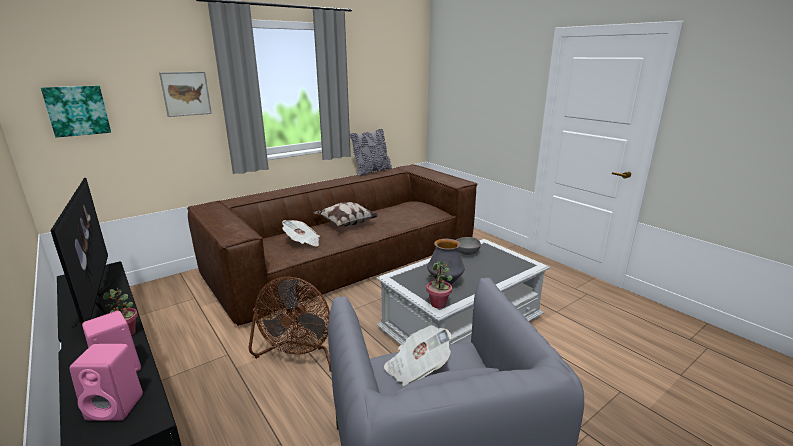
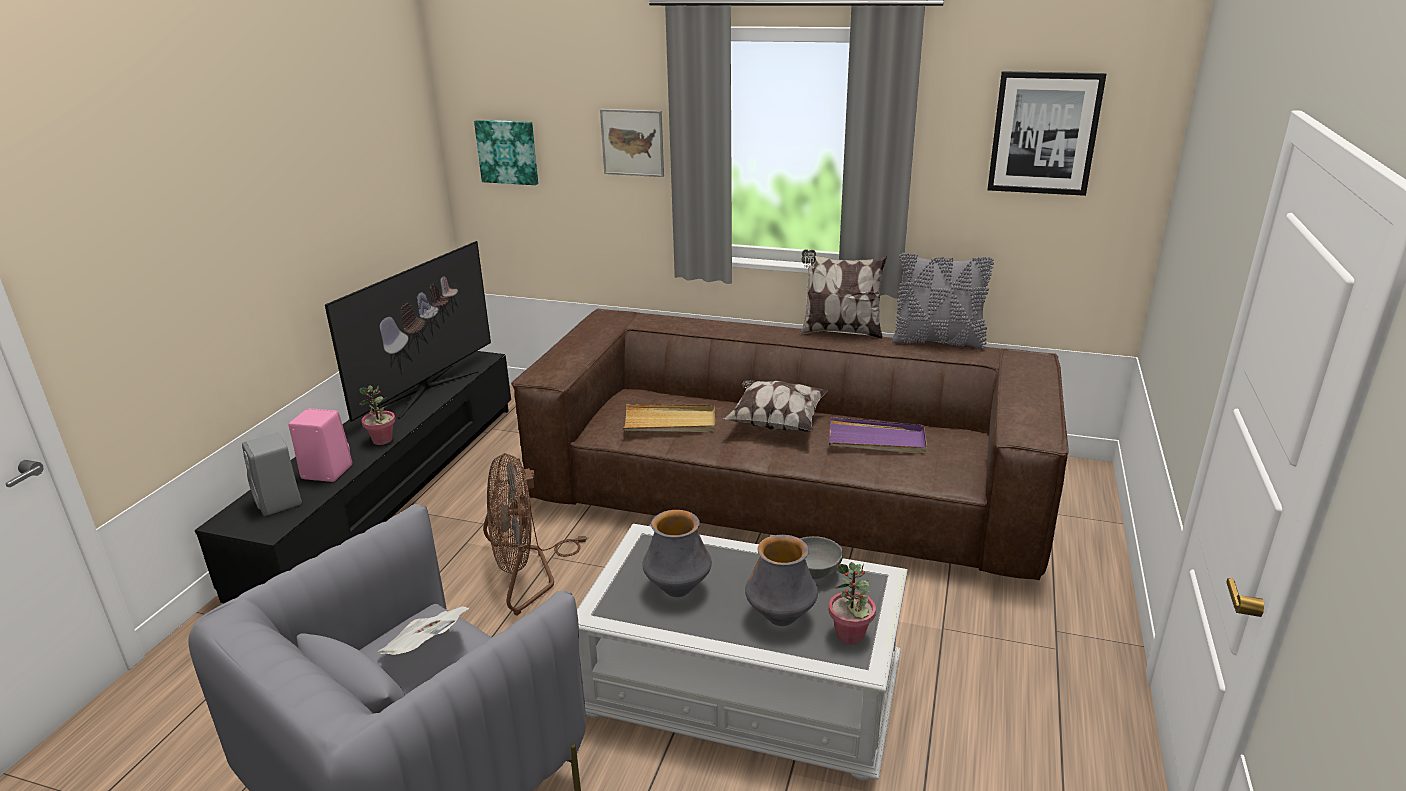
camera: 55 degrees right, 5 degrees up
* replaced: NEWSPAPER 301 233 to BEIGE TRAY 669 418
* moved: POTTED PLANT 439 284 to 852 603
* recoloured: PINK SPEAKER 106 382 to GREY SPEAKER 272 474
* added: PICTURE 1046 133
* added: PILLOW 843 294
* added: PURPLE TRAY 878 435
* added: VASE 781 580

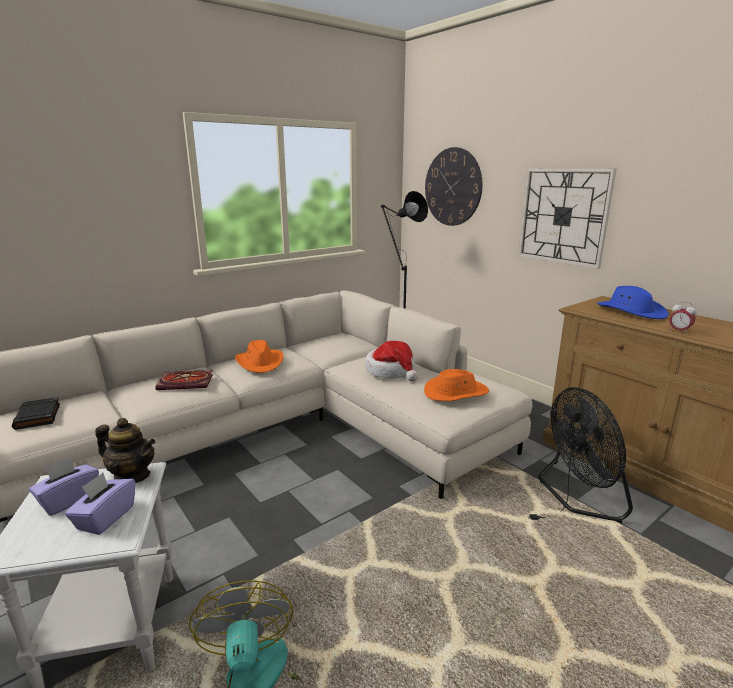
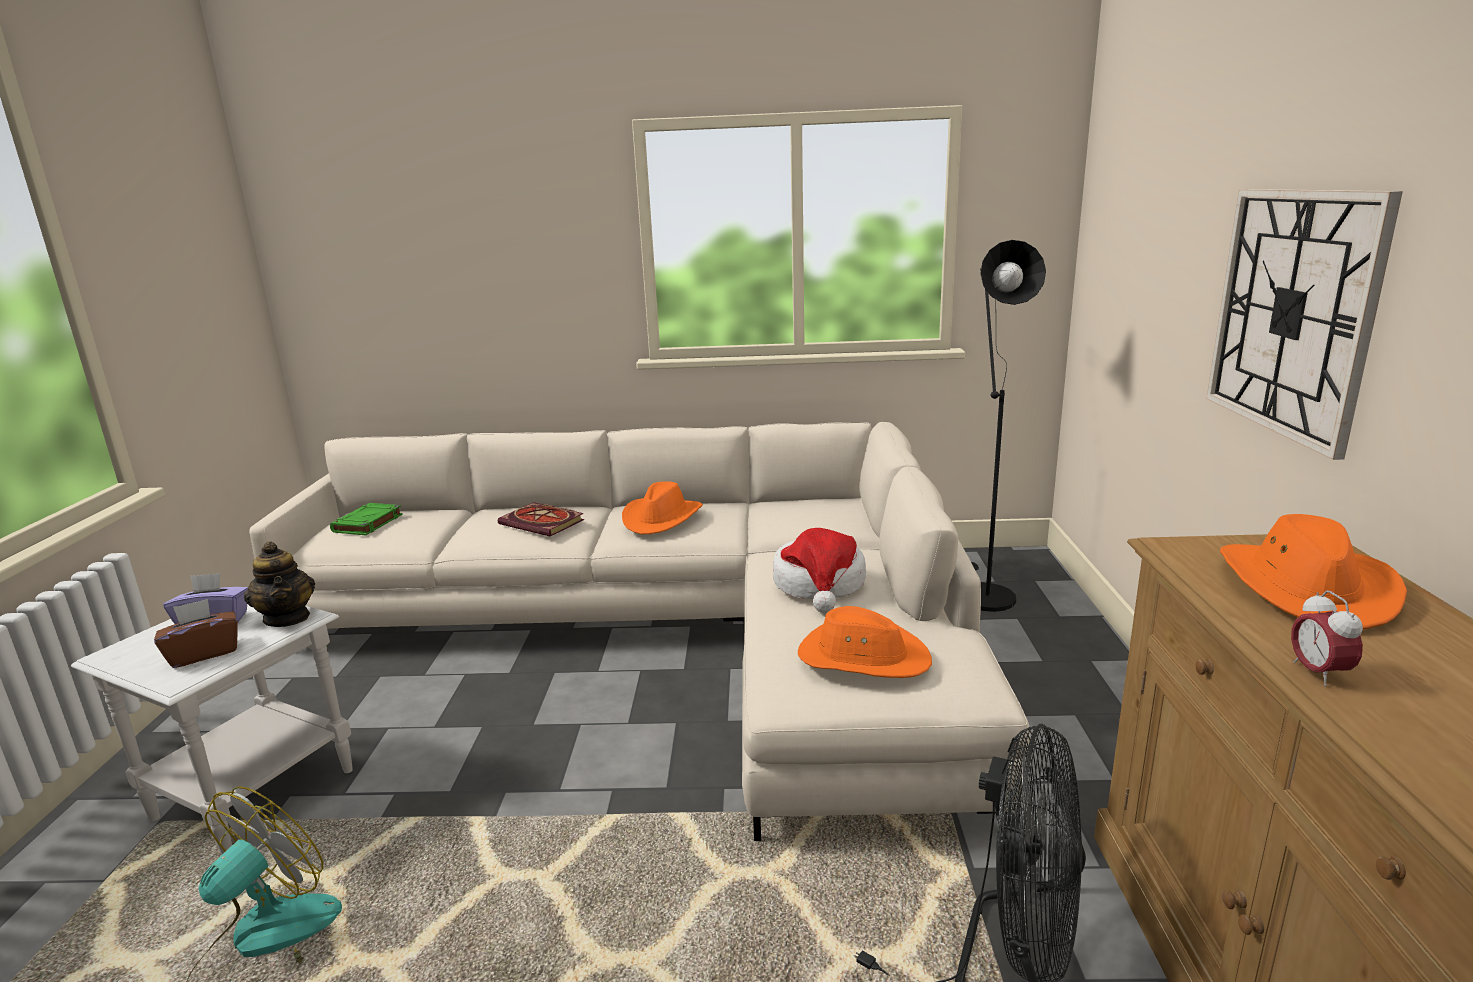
camera: 40 degrees right, 0 degrees up
* removed: WALL CLOCK 453 186
* recoloured: BLUE HAT 633 302 to ORANGE HAT 1313 571
* recoloured: BLACK BOOK 36 413 to GREEN BOOK 366 519
* recoloured: PURPLE TISSUE BOX 100 504 to BROWN TISSUE BOX 196 633

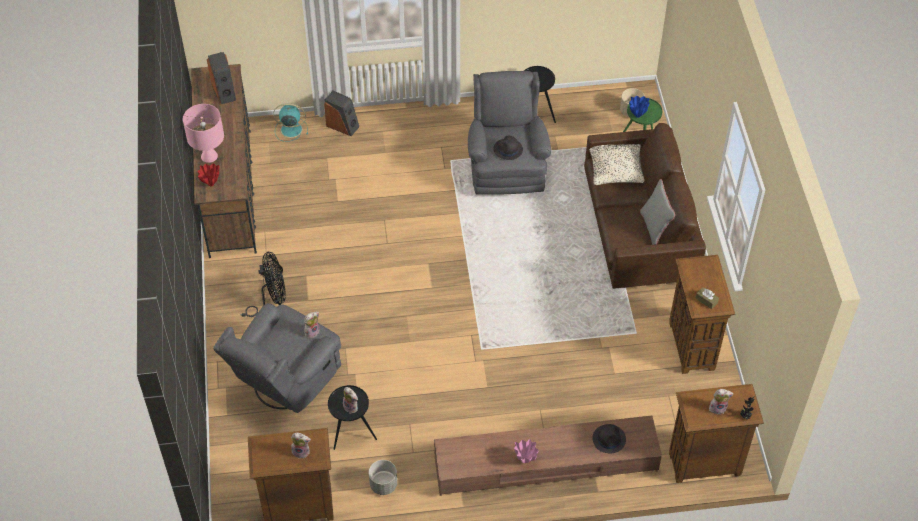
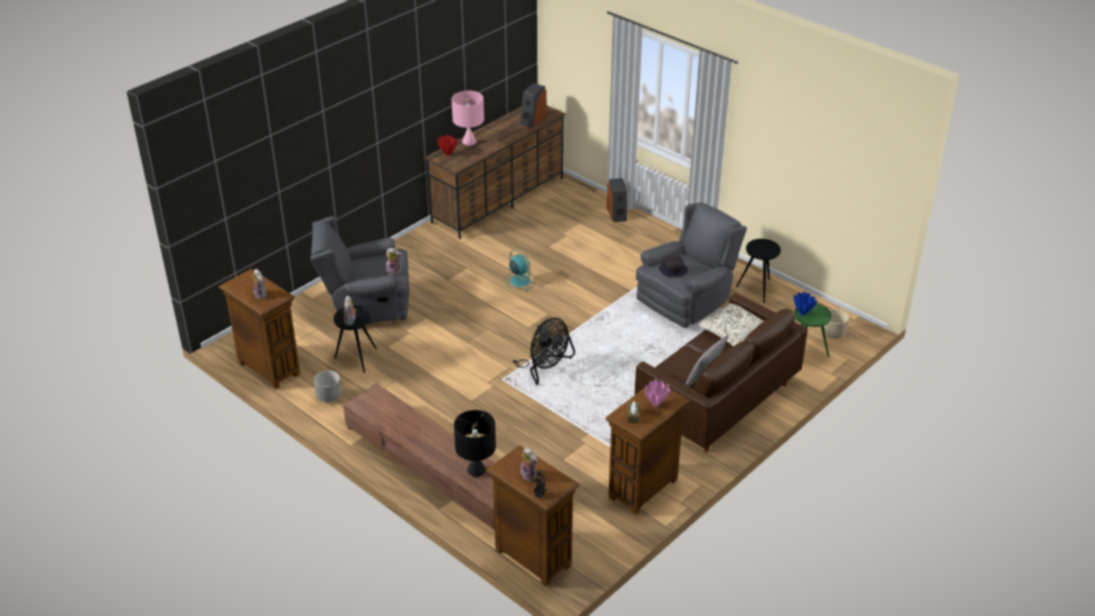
camera: 50 degrees right, 15 degrees down
* moved: TURQUOISE FAN 290 122 to 519 270
* moved: BLACK FAN 264 284 to 544 351
* replaced: BLACK HAT 609 438 to BLACK TABLE LAMP 475 443
* moved: PINK VASE 526 451 to 657 393

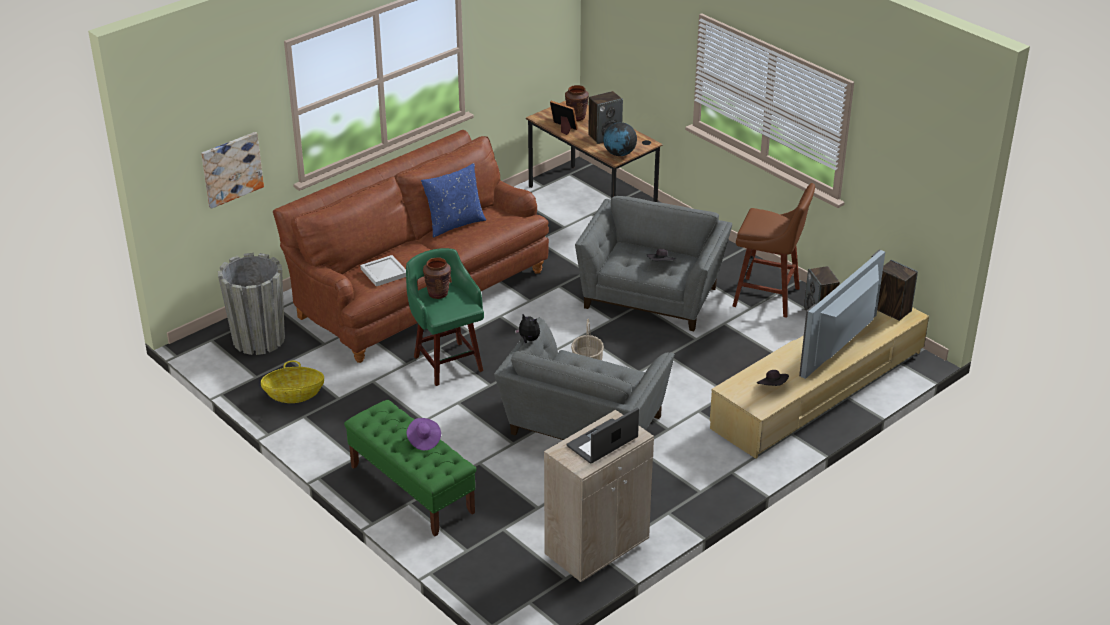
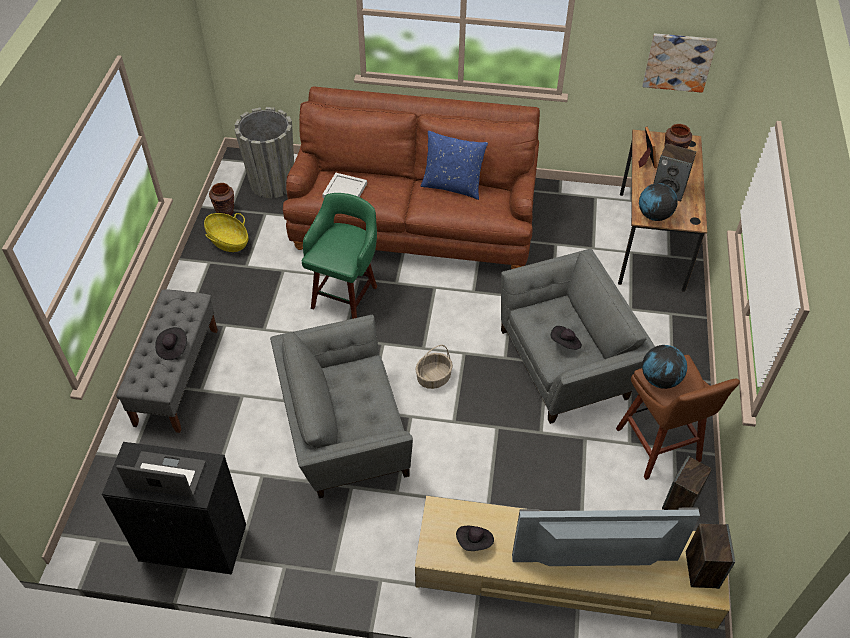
camera: 50 degrees right, 15 degrees up
* moved: PICTURE 232 170 to 680 63
* moved: BROWN VASE 437 278 to 221 199
* removed: PLUSH TOY 527 328
* recoloured: GREEN BENCH 410 468 to GREY BENCH 167 361
* recoloured: BEIGE CABINET 599 496 to BLACK CABINET 174 508
* recoloured: PURPLE HAT 424 434 to BLACK HAT 171 343
* added: GLOBE 664 367

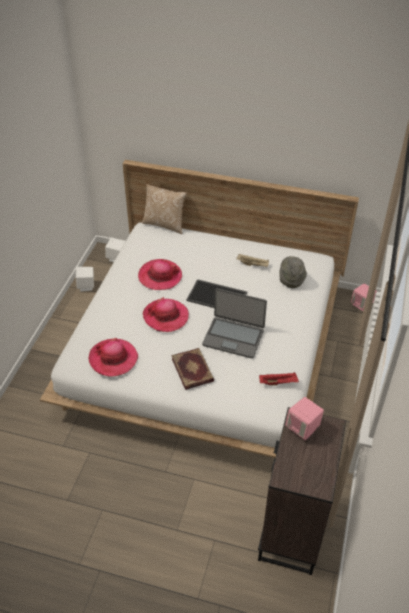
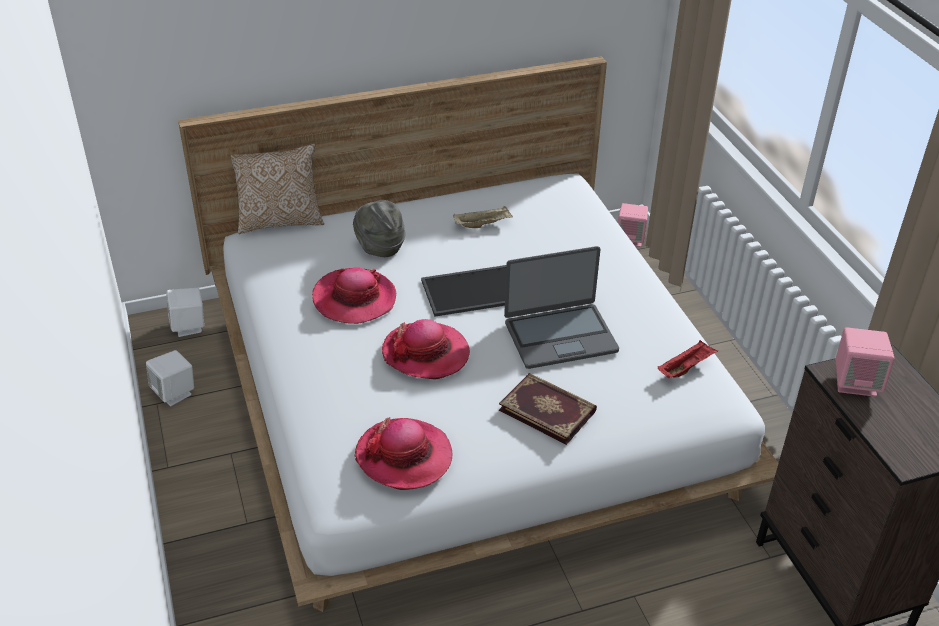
camera: 35 degrees left, 5 degrees down
* moved: GREY HAT 293 272 to 379 228

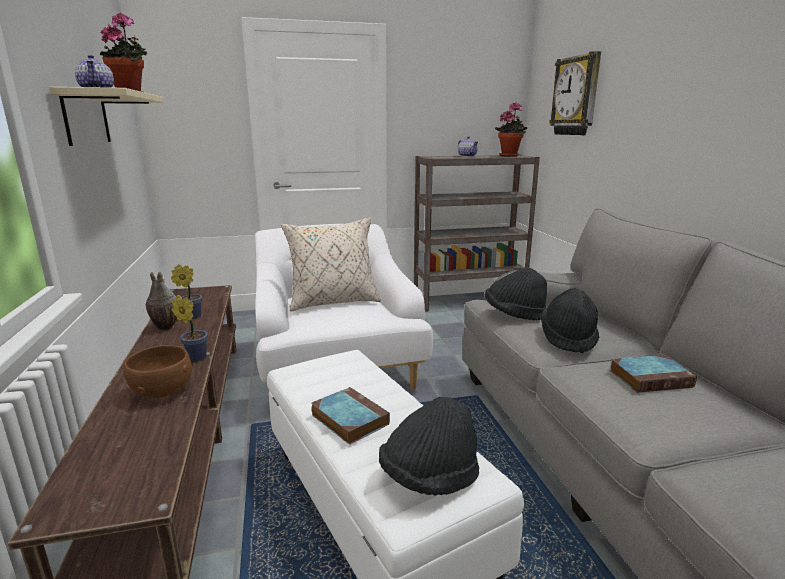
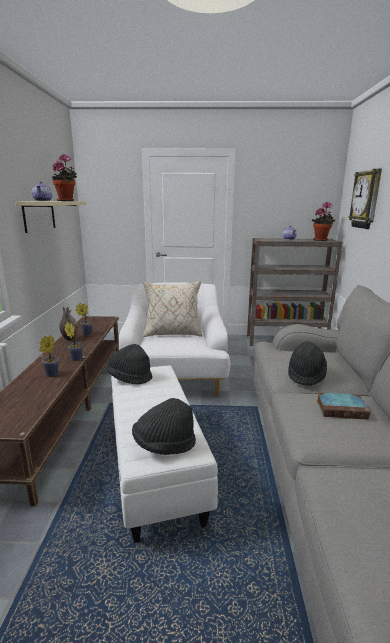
camera: 15 degrees right, 0 degrees up
* moved: BLACK HAT 516 293 to 129 364
* replaced: BROWN BOWL 157 371 to POTTED PLANT 49 356
* removed: BOOK 350 416

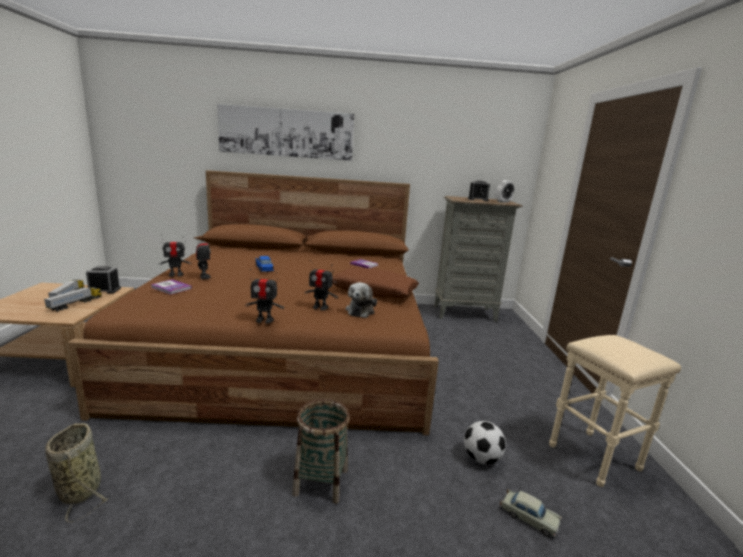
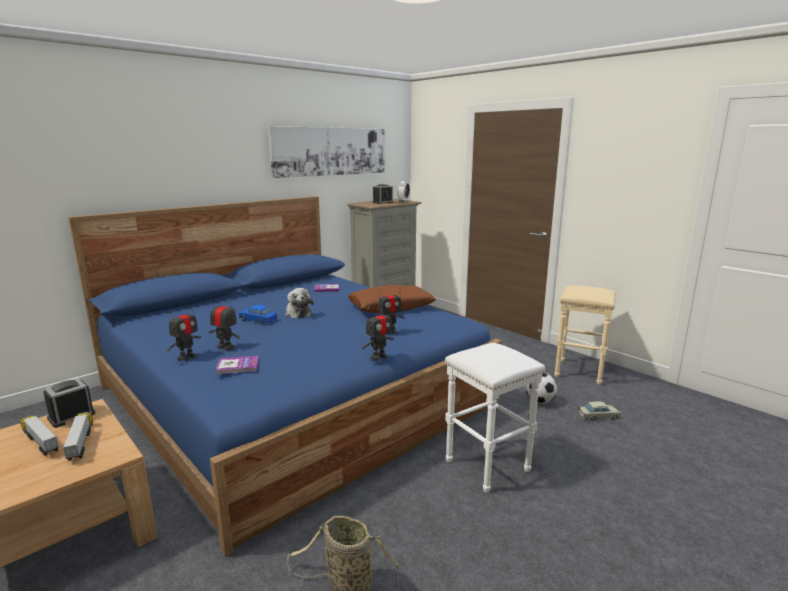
camera: 40 degrees left, 0 degrees up
* moved: PICTURE 285 132 to 326 152
* recoloured: BROWN BED 253 302 to BLUE BED 285 376
* moved: PLUSH TOY 361 300 to 299 303
* replaced: BASKET 321 451 to WHITE STOOL 495 418

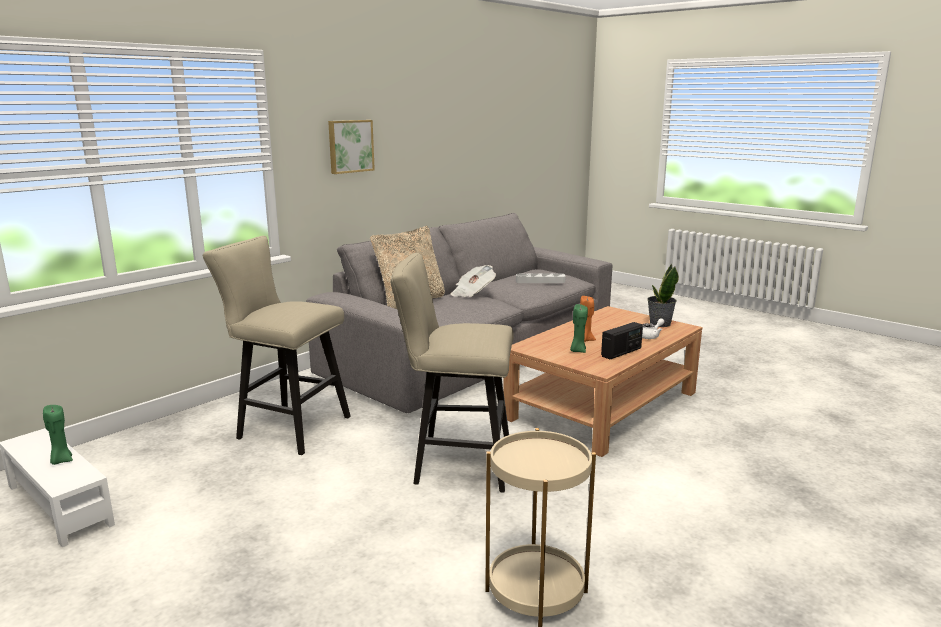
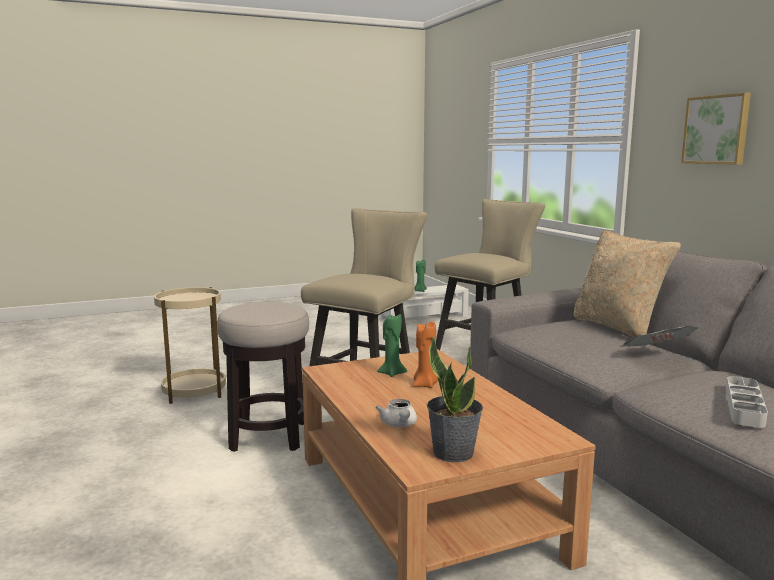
camera: 115 degrees right, 5 degrees down
* removed: RADIO 622 340
* added: STOOL 263 377

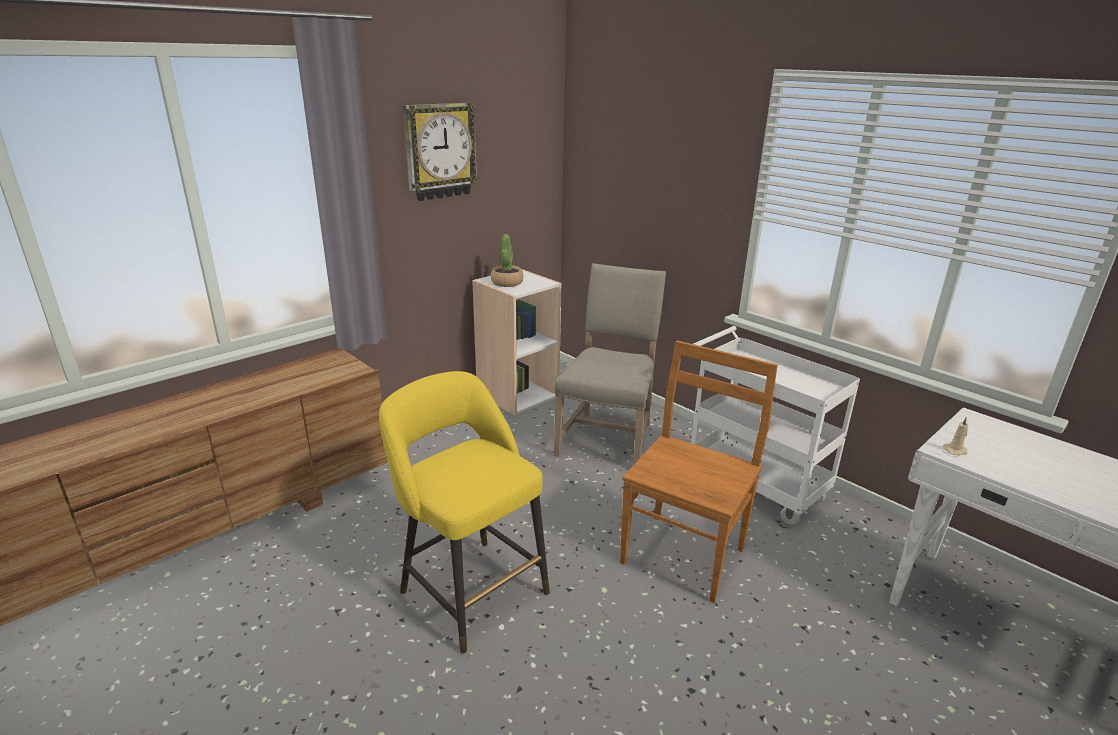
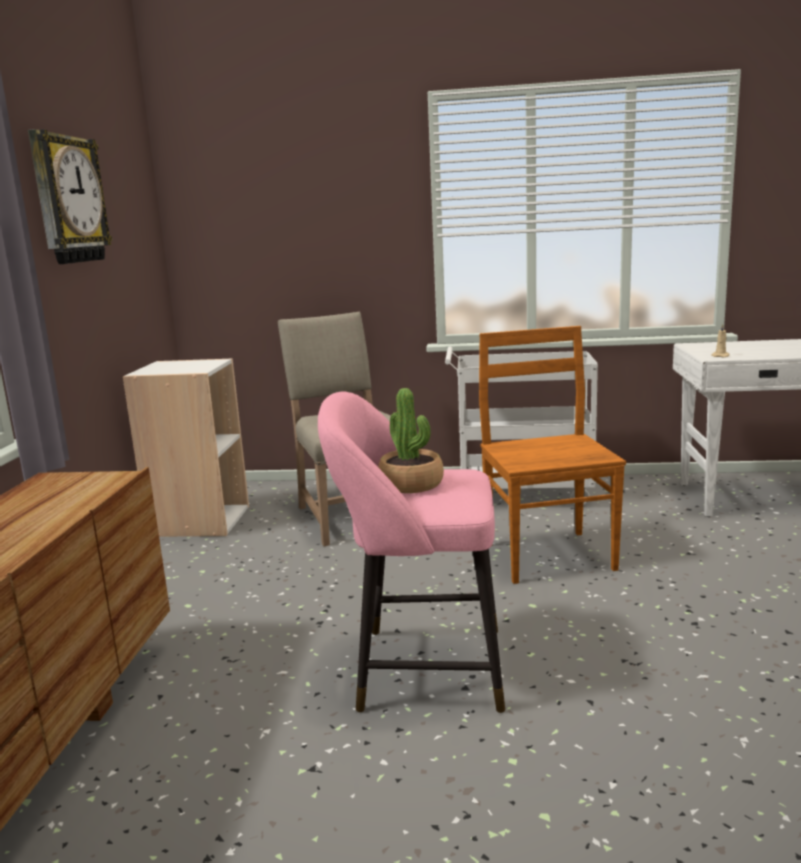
camera: 40 degrees left, 10 degrees down
* moved: POTTED PLANT 507 260 to 411 440
* recoloured: YELLOW STOOL 464 512 to PINK STOOL 411 552

